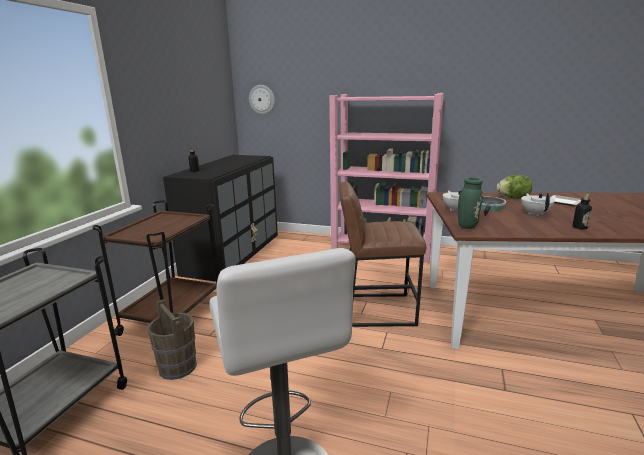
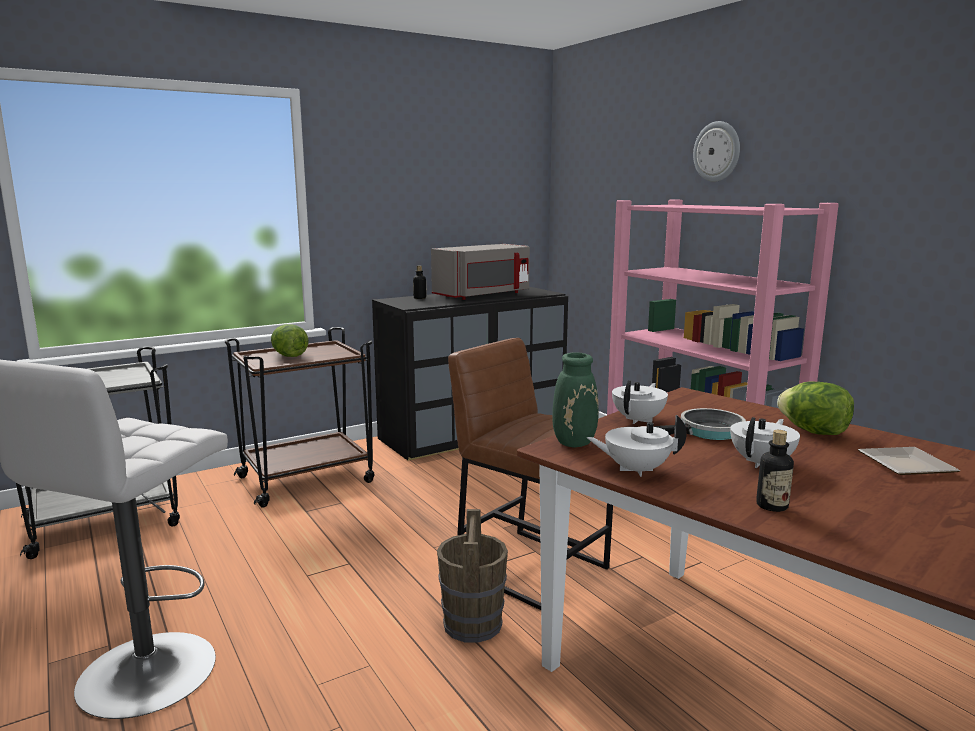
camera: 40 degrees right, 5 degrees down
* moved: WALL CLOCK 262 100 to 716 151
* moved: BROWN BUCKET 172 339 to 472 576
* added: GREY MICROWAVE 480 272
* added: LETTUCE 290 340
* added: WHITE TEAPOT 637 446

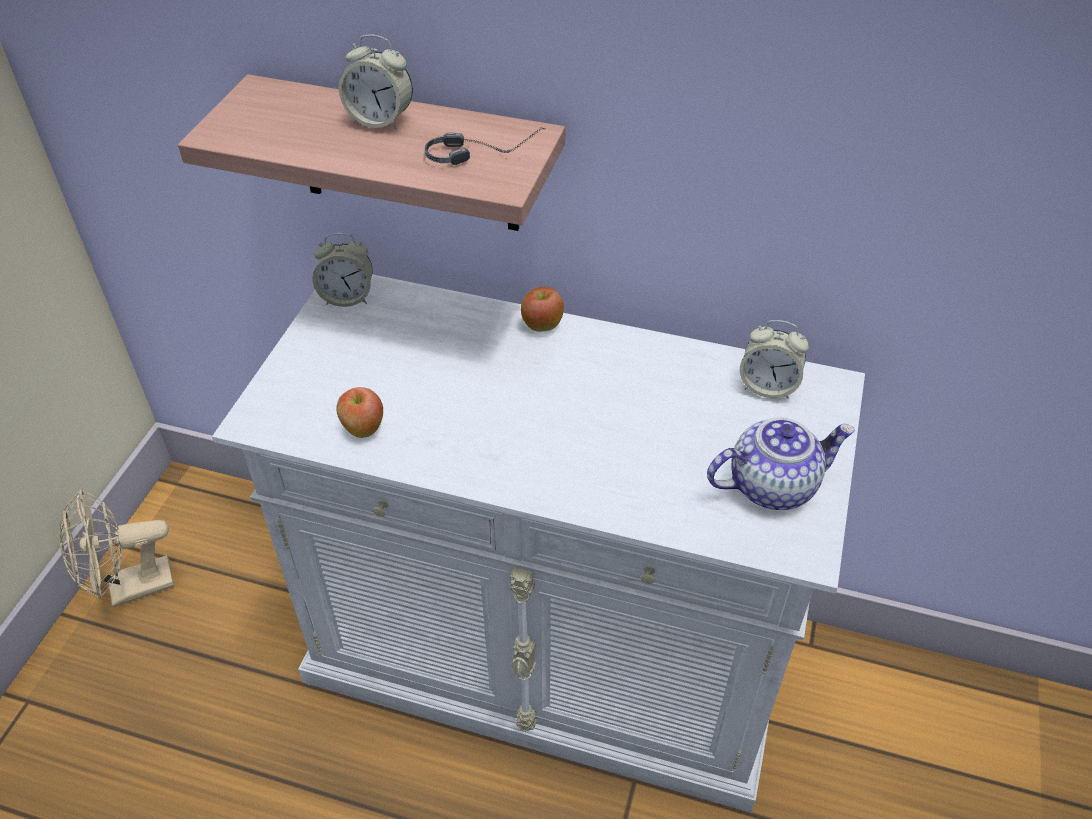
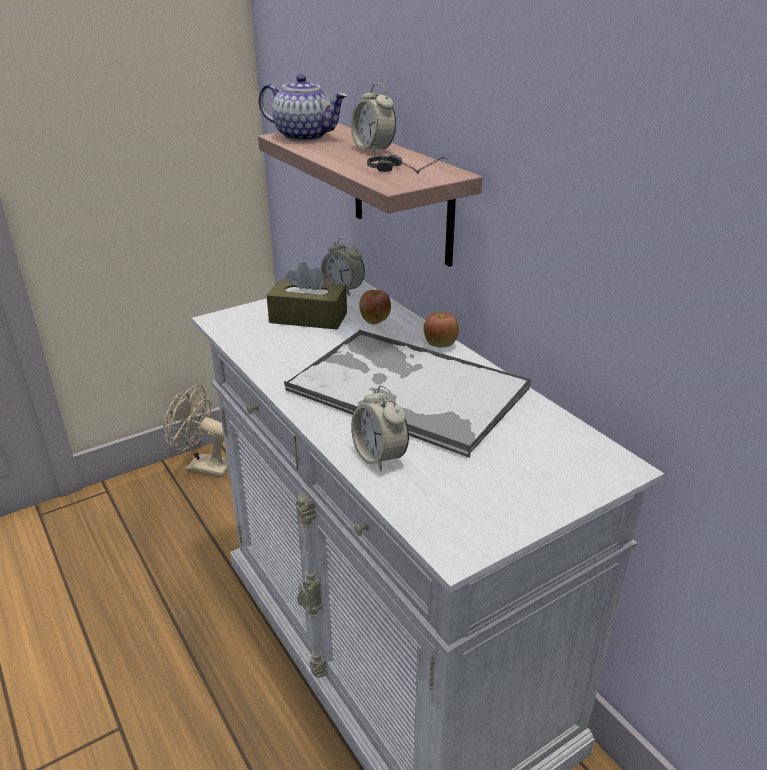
camera: 40 degrees right, 15 degrees down
* moved: ALARM CLOCK 774 359 to 380 428
* moved: APPLE 360 412 to 375 307
* moved: TEAPOT 781 463 to 303 107
* added: BROWN TISSUE BOX 307 296
* added: TRAY 407 394

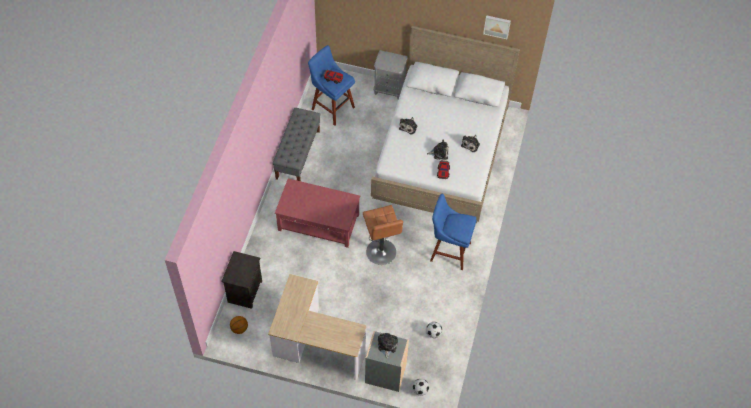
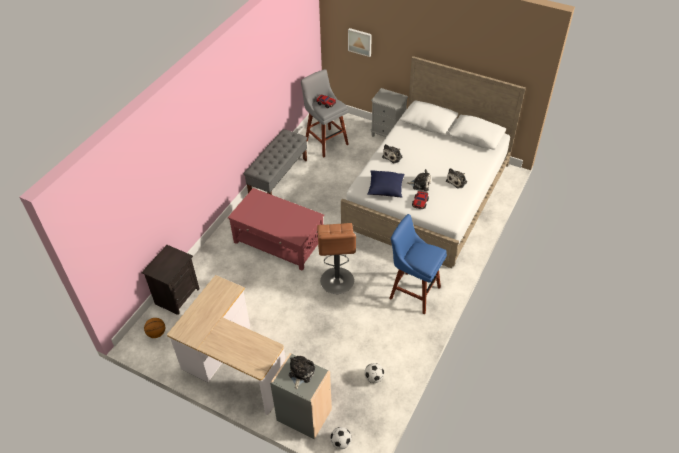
camera: 15 degrees right, 10 degrees down
* moved: PICTURE 497 27 to 360 42
* recoloured: BLUE STOOL 331 85 to GREY STOOL 325 113
* added: BLUE PILLOW 386 184

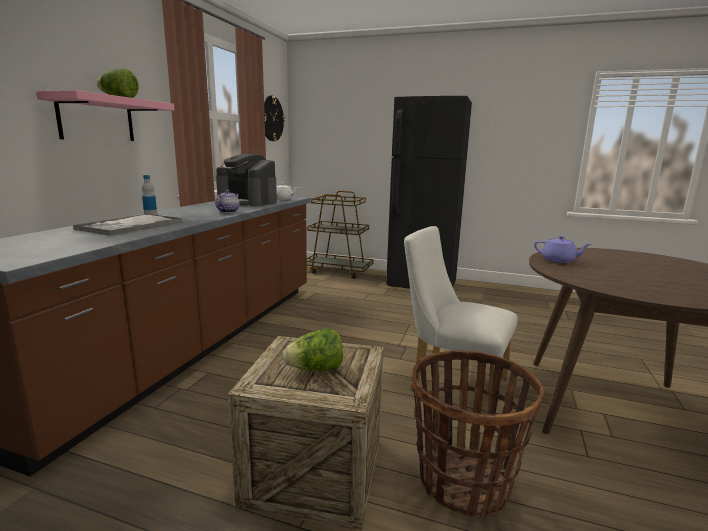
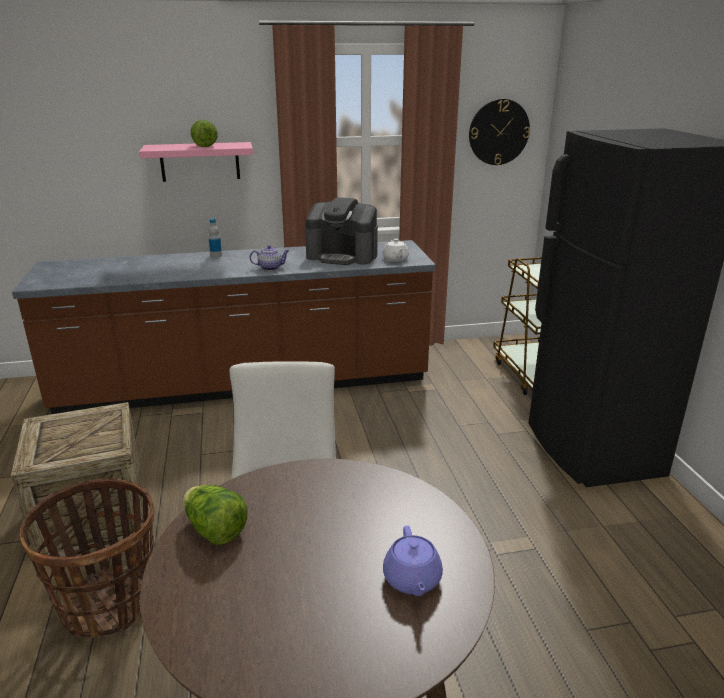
camera: 60 degrees right, 10 degrees up
* turned: COFFEE MACHINE 246 180 = 341 231 75 degrees counterclockwise
* removed: TRAY 127 225
* moved: PURPLE TEAPOT 563 249 to 413 561
* moved: LETTUCE 313 350 to 215 515

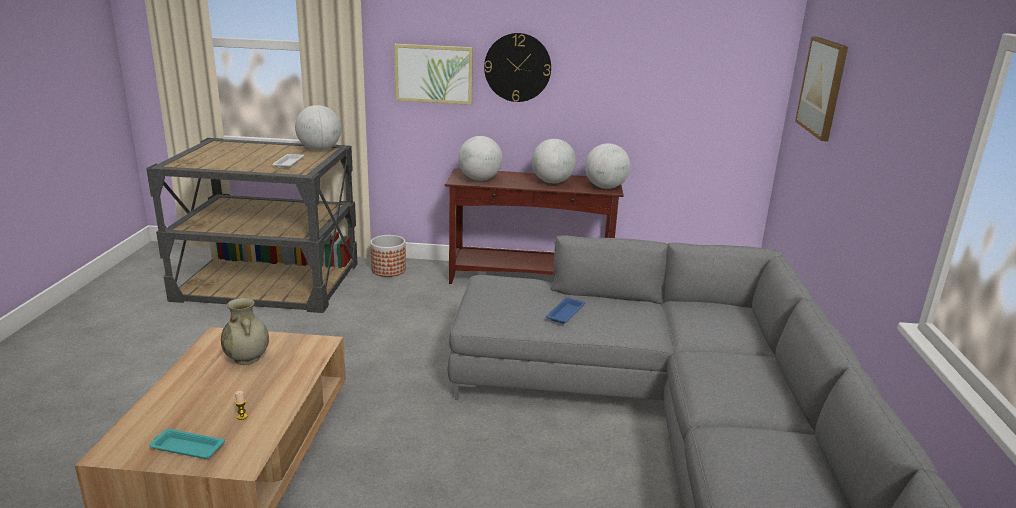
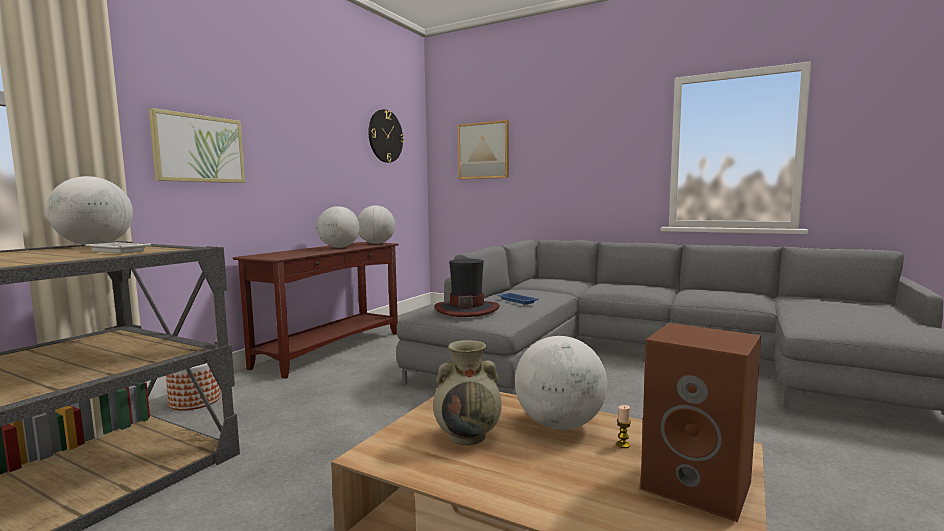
camera: 65 degrees left, 15 degrees down
* moved: WALL CLOCK 517 67 to 386 136
* moved: GLOBE 480 158 to 561 383
* replaced: TURQUOISE TRAY 187 444 to BROWN SPEAKER 700 422
* added: HAT 467 288

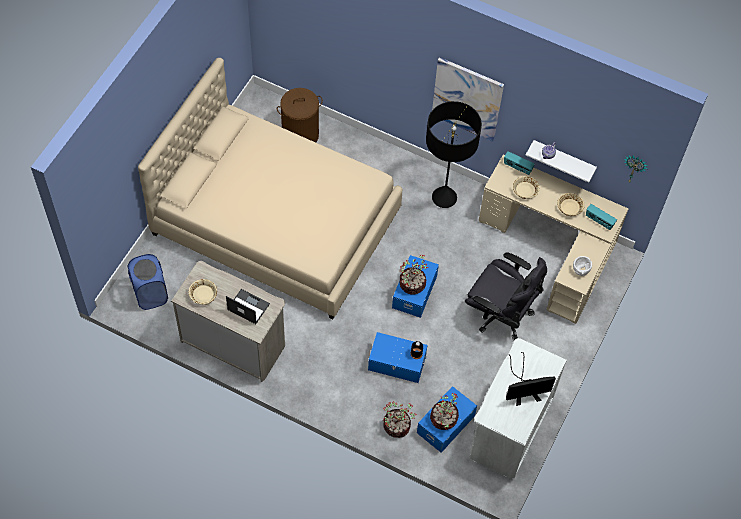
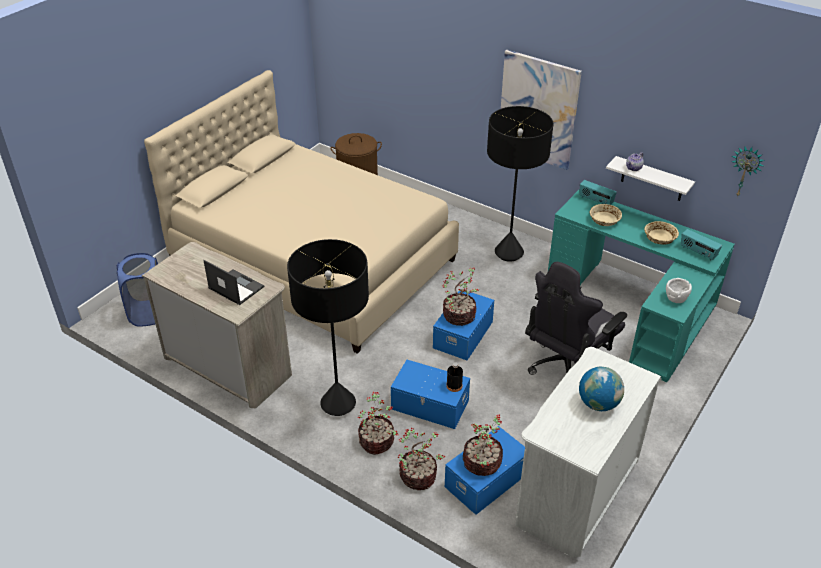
camera: 10 degrees right, 20 degrees down
* recoloured: BEIGE DESK 553 239 to TURQUOISE DESK 641 286
* turned: BLACK OFFICE CHAIR 506 296 = 576 318 90 degrees clockwise
* removed: BEIGE BOWL 203 292
* replaced: MONITOR 531 379 to GLOBE 601 389
* added: BLACK FLOOR LAMP 328 327
* added: POTTED PLANT 377 423

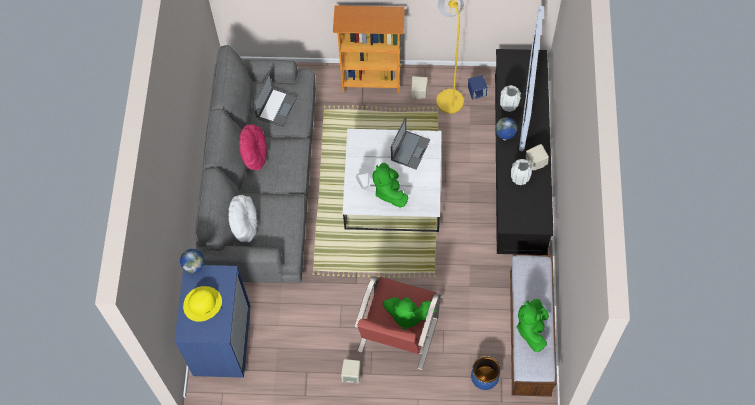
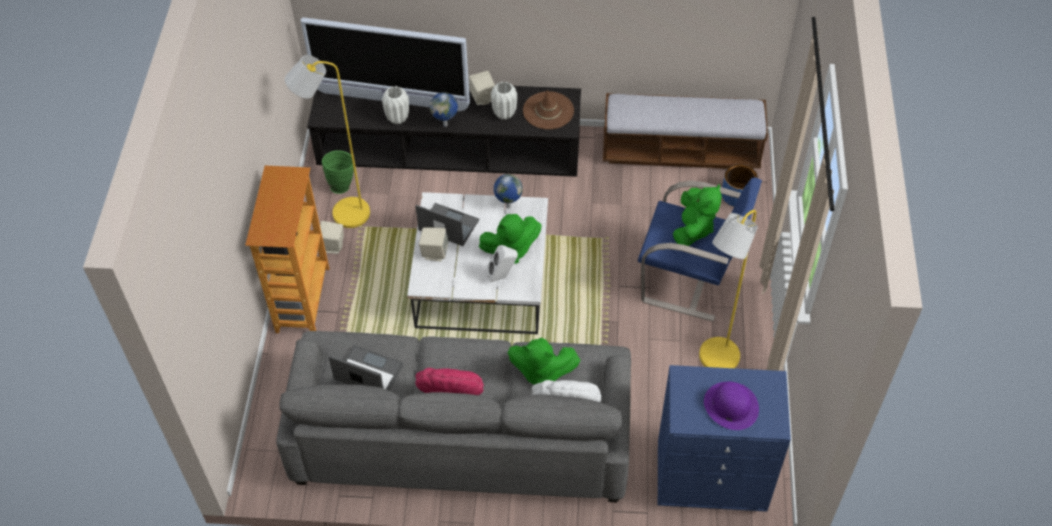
camera: 90 degrees left, 10 degrees down
* replaced: BLUE SPEAKER 477 87 to GREEN VASE 338 172
* moved: GLOBE 192 261 to 508 191
* recoloured: RED ARMCHAIR 397 323 to BLUE ARMCHAIR 700 249
* recoloured: YELLOW HAT 202 304 to PURPLE HAT 731 405
* moved: GREEN PLUSH TOY 533 325 to 543 361
* moved: BEIGE SPEAKER 351 371 to 433 244
* added: BROWN HAT 548 109
* added: YELLOW FLOOR LAMP 728 289

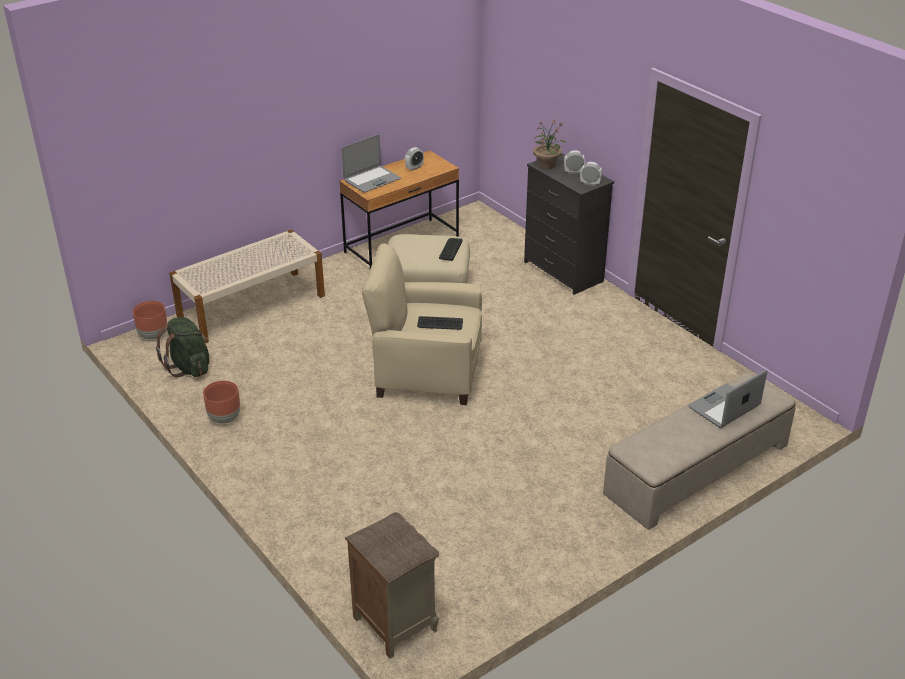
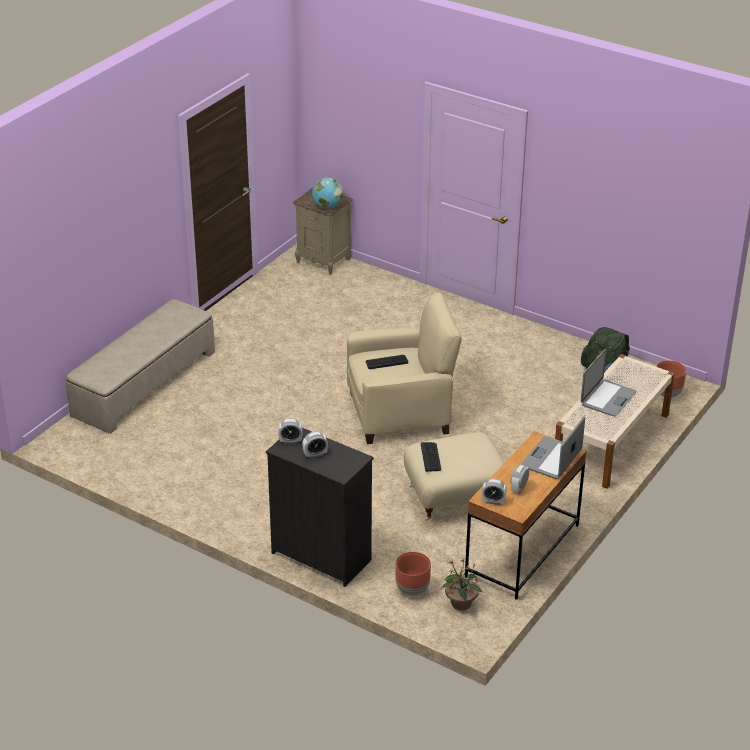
camera: 160 degrees right, 0 degrees up
* moved: POTTED PLANT 549 144 to 462 584
* moved: LAPTOP 727 399 to 609 382
* moved: BROWN PLANTER 221 402 to 413 574
* added: GLOBE 327 193
* added: ALARM CLOCK 494 492

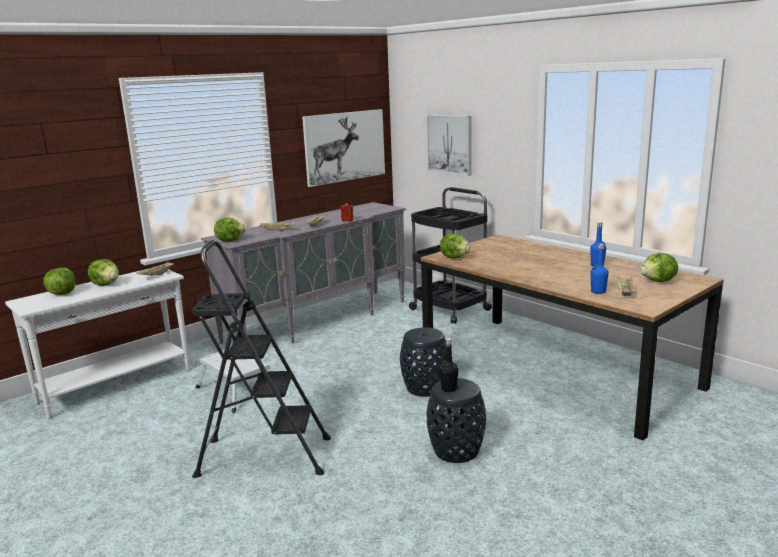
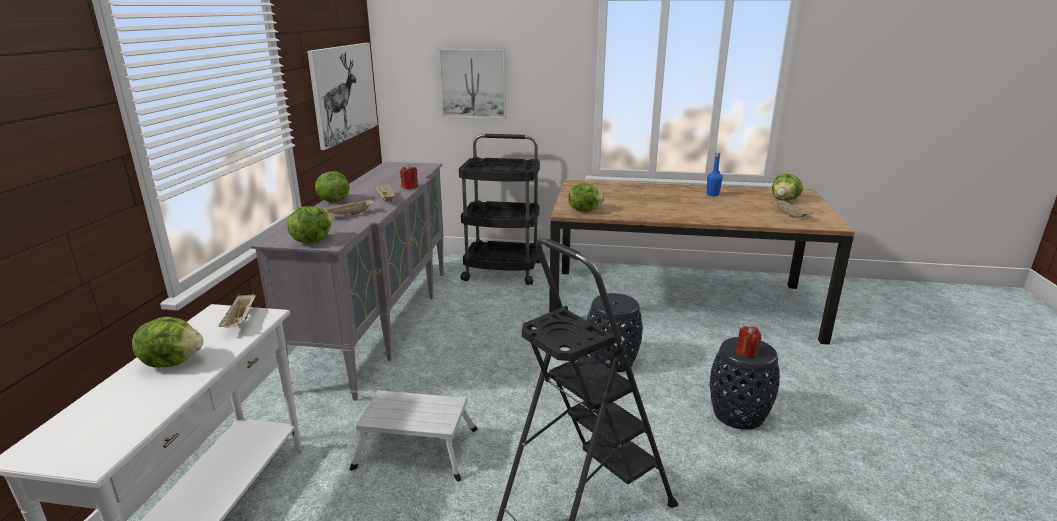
camera: 40 degrees left, 5 degrees up
* removed: BLUE BOTTLE 599 269
* moved: LETTUCE 59 281 to 332 186
* replaced: BLACK BOTTLE 448 365 to RED CANDLE 748 342

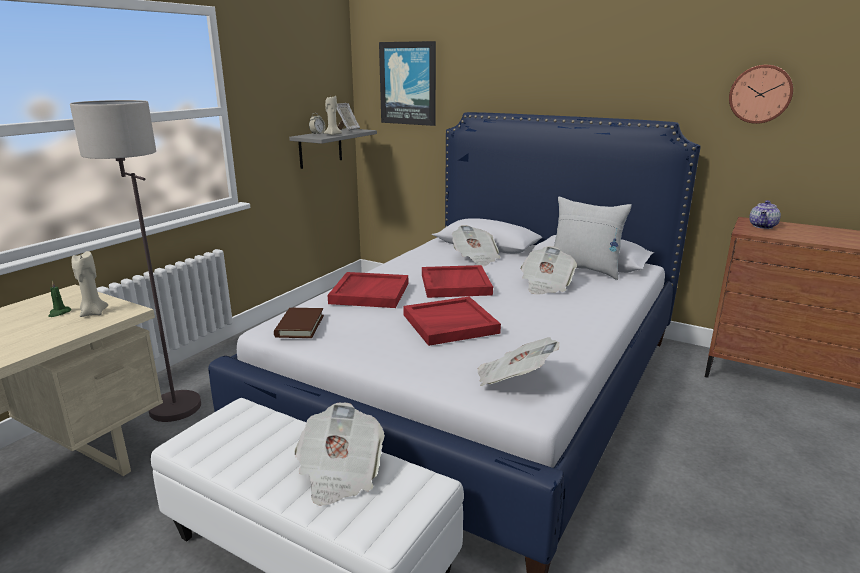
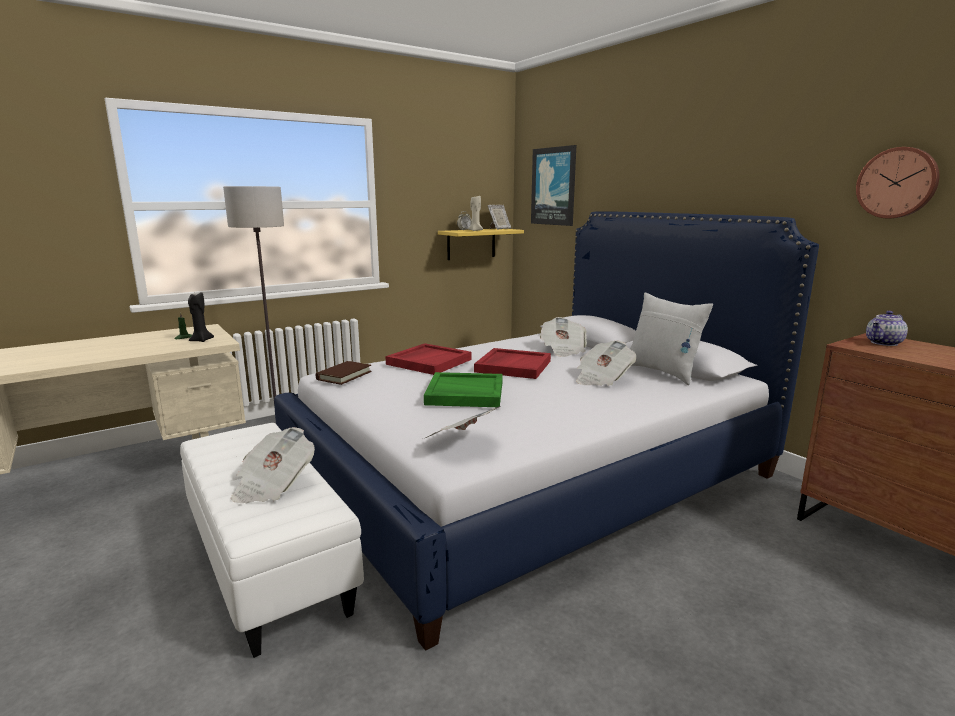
camera: 25 degrees right, 5 degrees down
* recoloured: GREY SHELF 333 148 to YELLOW SHELF 481 244
* recoloured: BEIGE CANDLE 90 284 to BLACK CANDLE 201 316
* recoloured: RED TRAY 452 321 to GREEN TRAY 463 389

